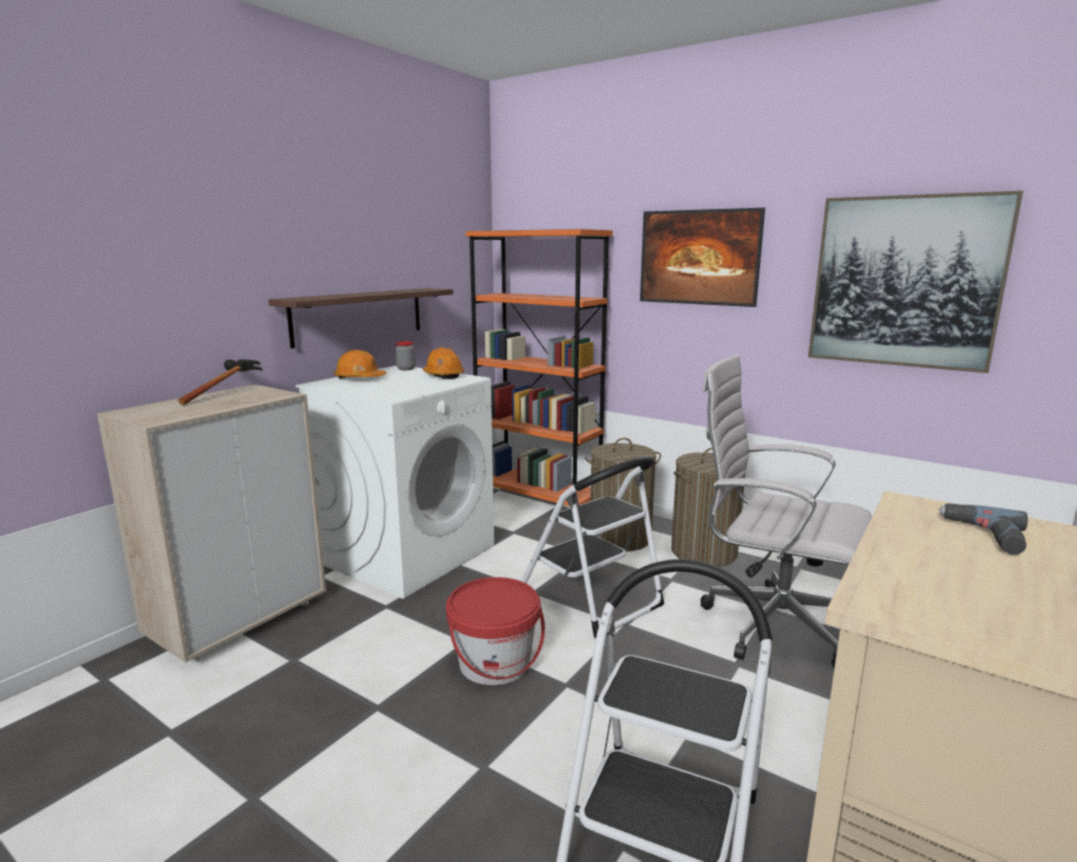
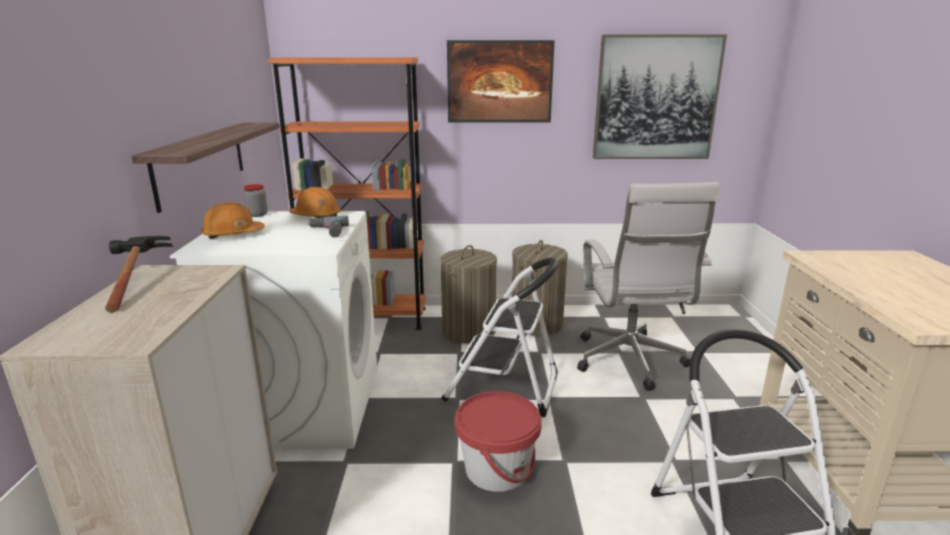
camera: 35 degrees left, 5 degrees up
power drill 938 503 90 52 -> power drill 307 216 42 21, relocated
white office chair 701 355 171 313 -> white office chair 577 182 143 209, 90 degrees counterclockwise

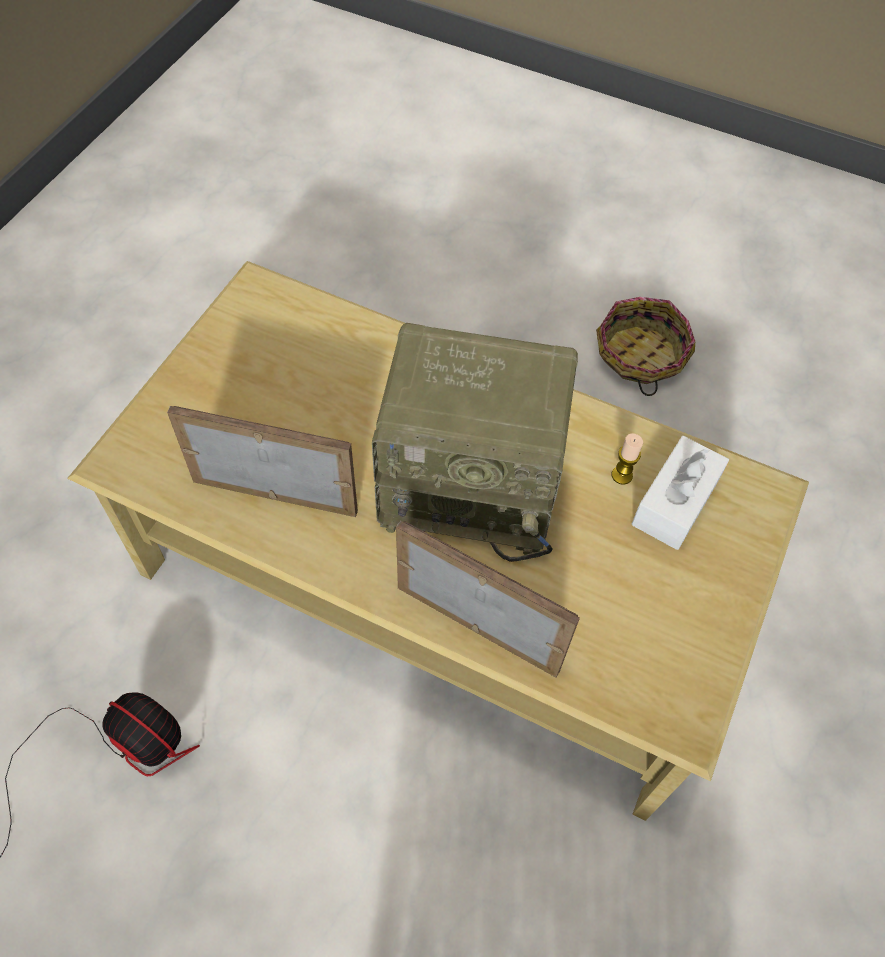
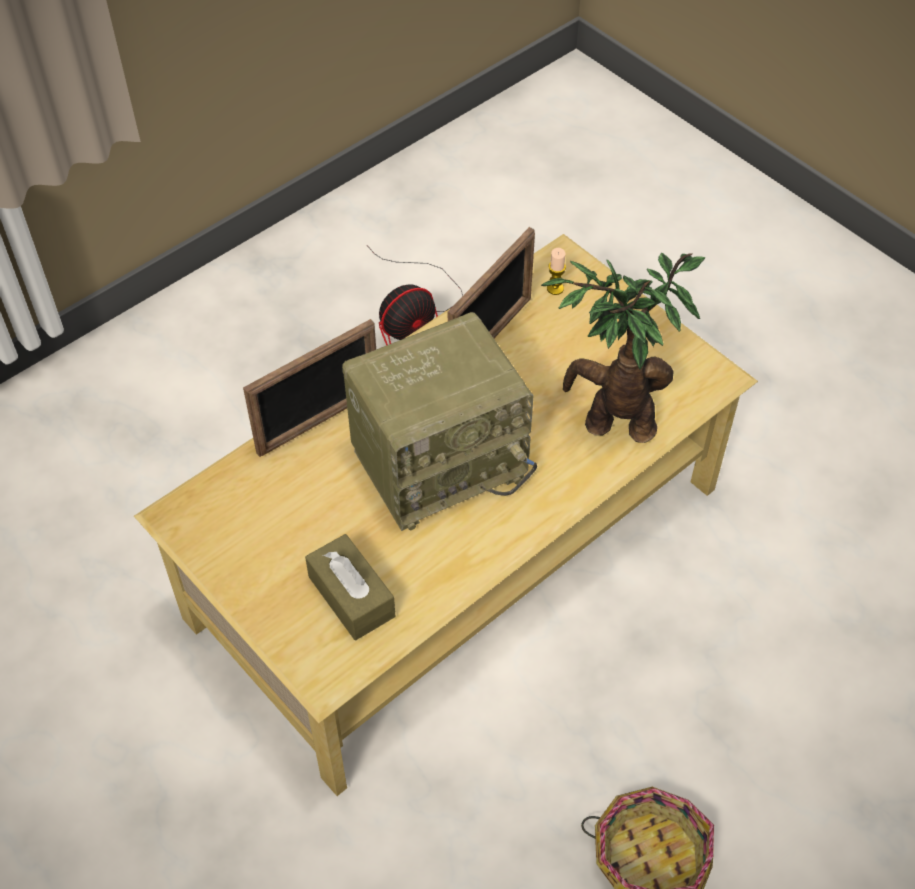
camera: 115 degrees right, 5 degrees down
white tissue box 632 436 97 114 -> brown tissue box 305 534 90 106
radio 372 323 206 239 -> radio 342 312 195 219, 150 degrees counterclockwise
none -> potted plant 541 253 165 190
candle 612 433 31 52 -> candle 547 248 19 47, relocated

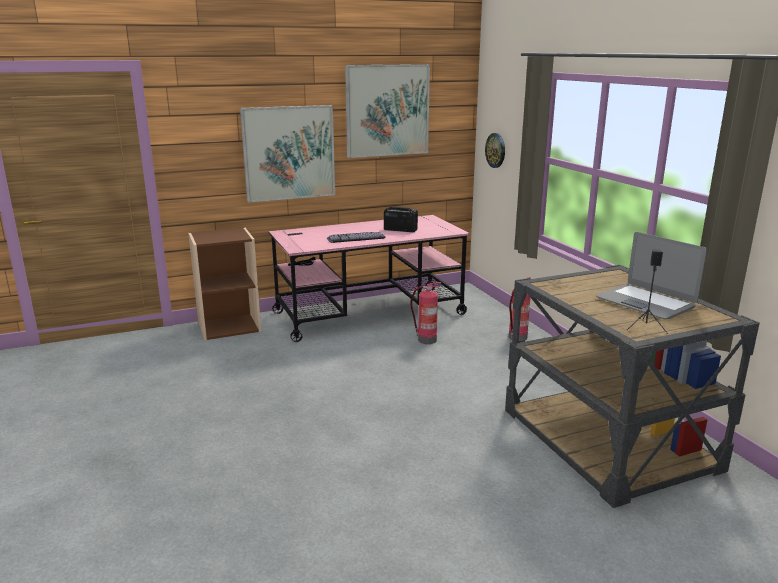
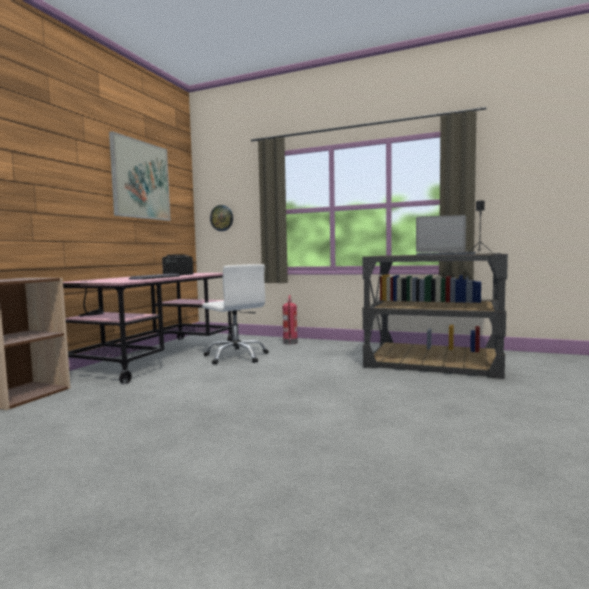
camera: 45 degrees left, 15 degrees down
fire extinguisher 411 282 30 62 -> white office chair 202 264 67 101
picture 240 105 95 98 -> none

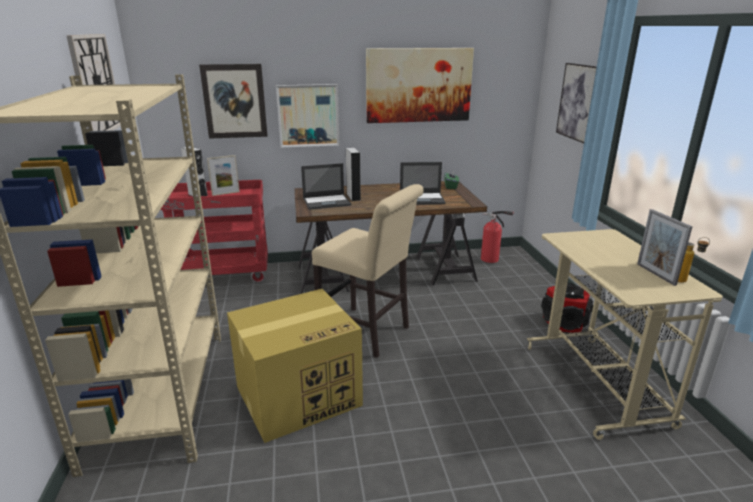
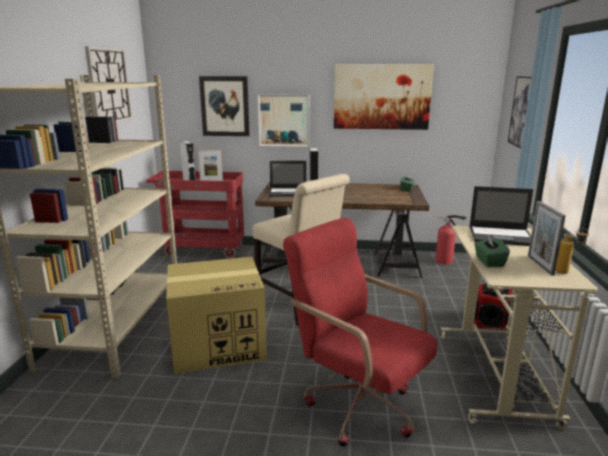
camera: 15 degrees right, 5 degrees down
none -> red office chair 283 218 154 228
laptop 400 162 46 43 -> laptop 469 186 64 60, relocated
none -> green tissue box 474 234 36 33

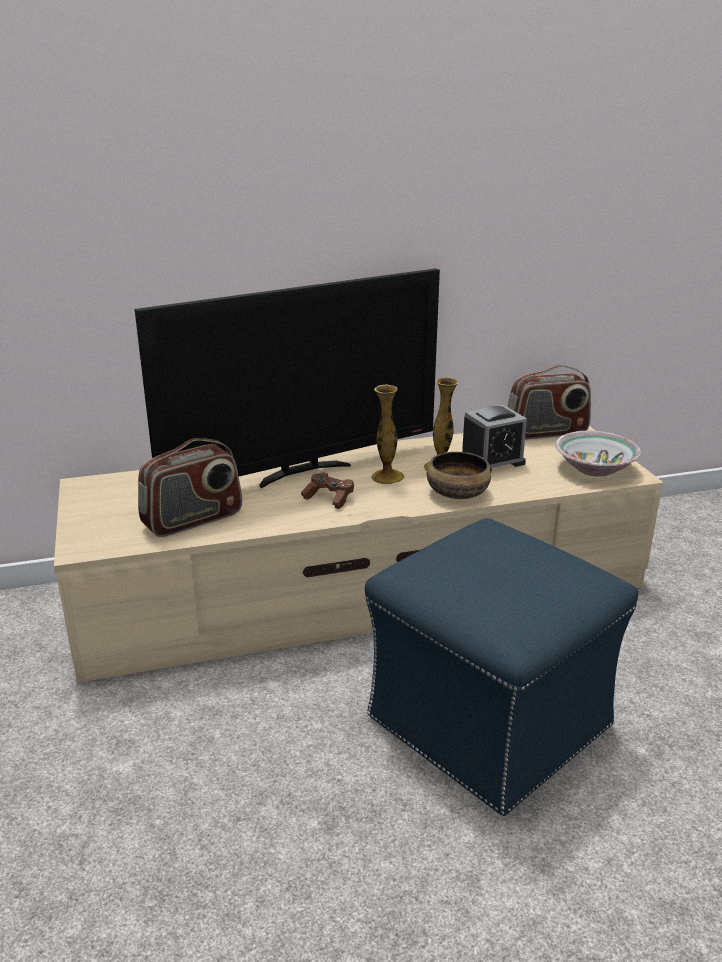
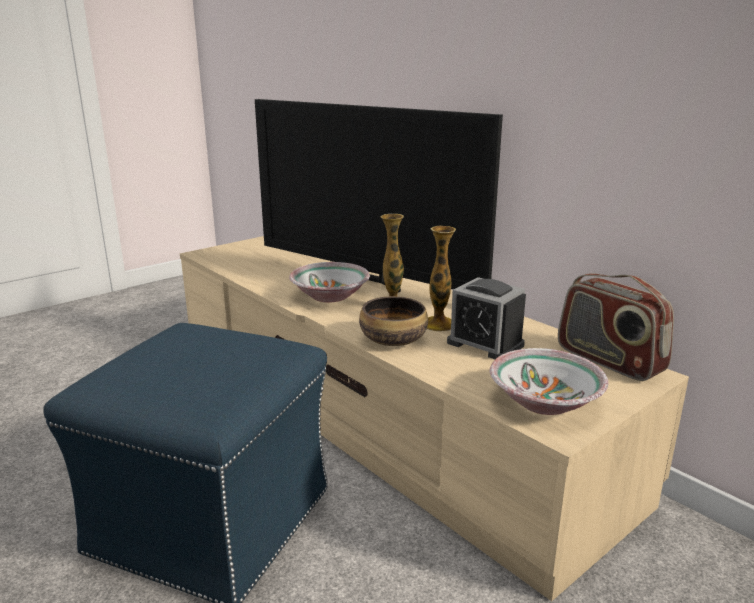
camera: 65 degrees right, 5 degrees down
brown game controller 301 472 53 37 -> bowl 289 262 81 41
radio 138 438 104 99 -> none

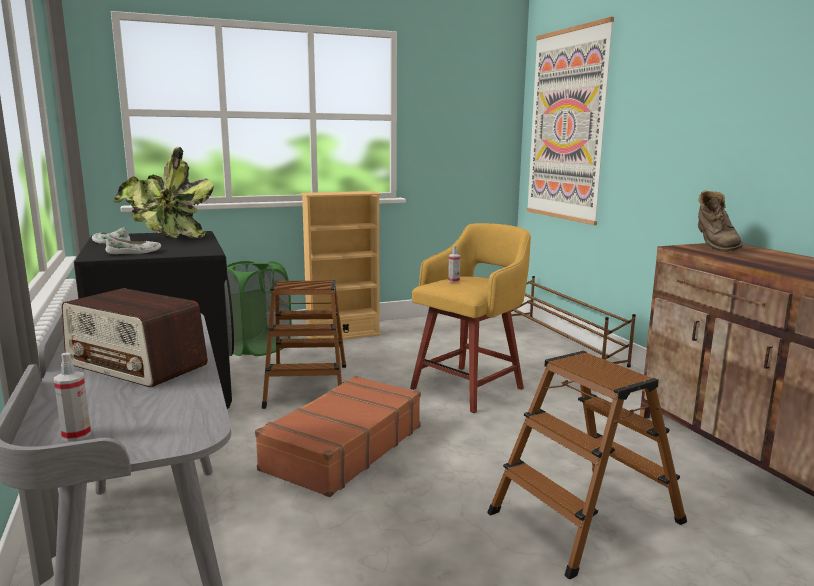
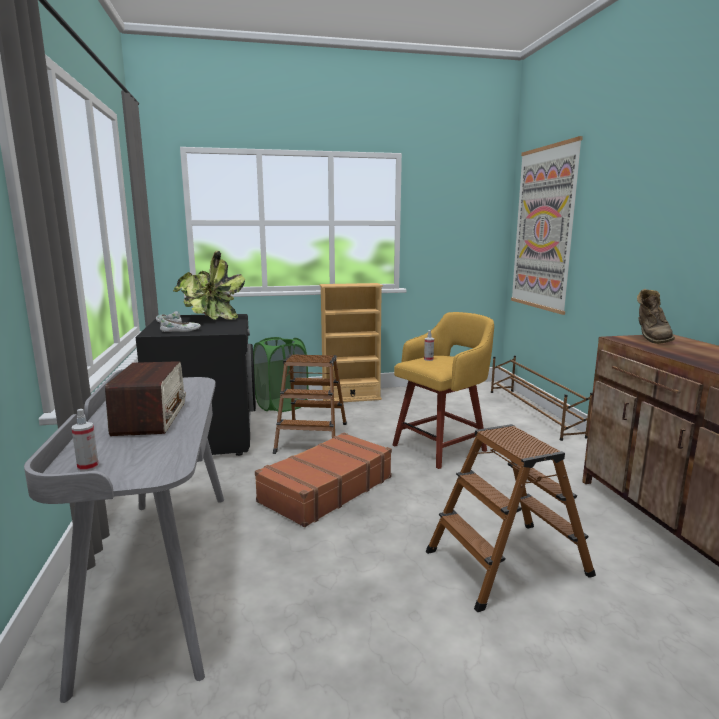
camera: 10 degrees right, 0 degrees up
radio 62 288 146 99 -> radio 105 361 81 75, 135 degrees counterclockwise

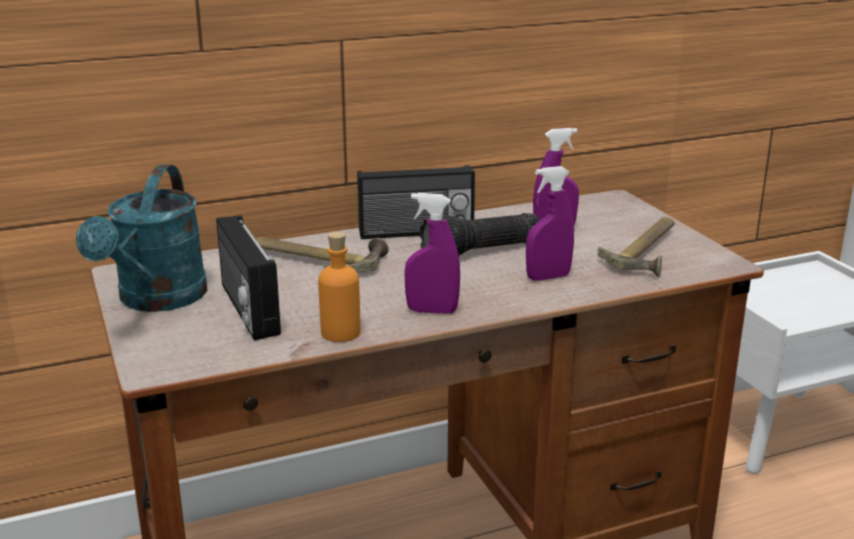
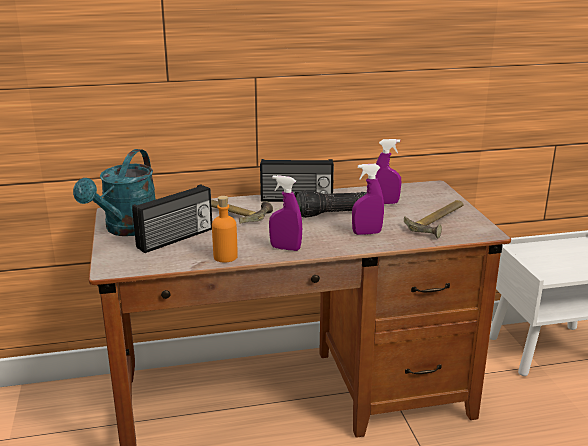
camera: 10 degrees right, 0 degrees up
radio 216 215 65 125 -> radio 132 184 80 69, 120 degrees counterclockwise

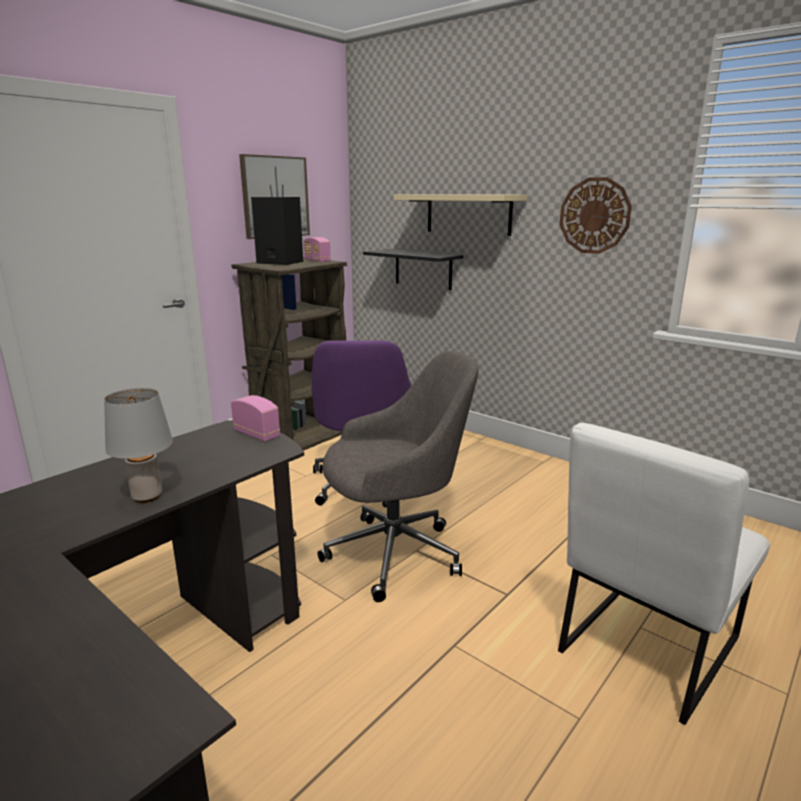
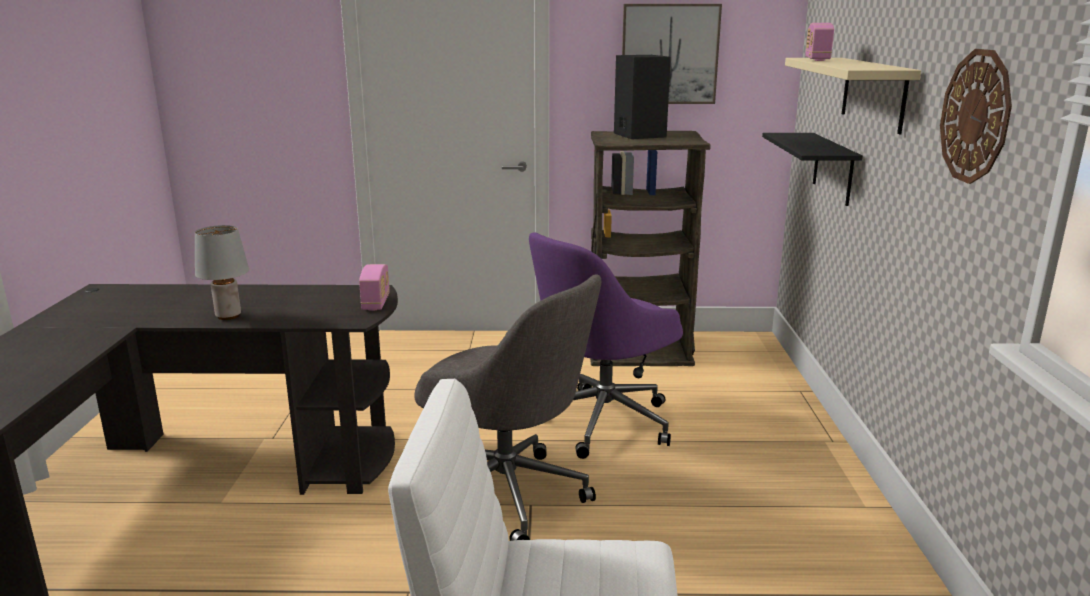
camera: 50 degrees right, 0 degrees up
radio 304 237 27 25 -> radio 805 23 29 38, relocated

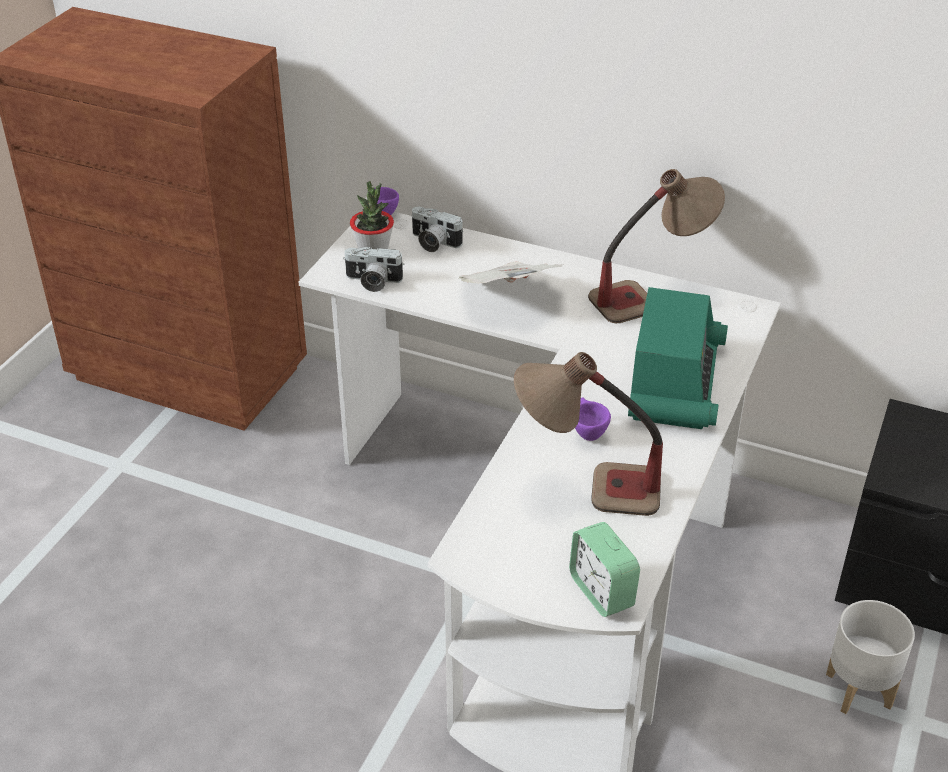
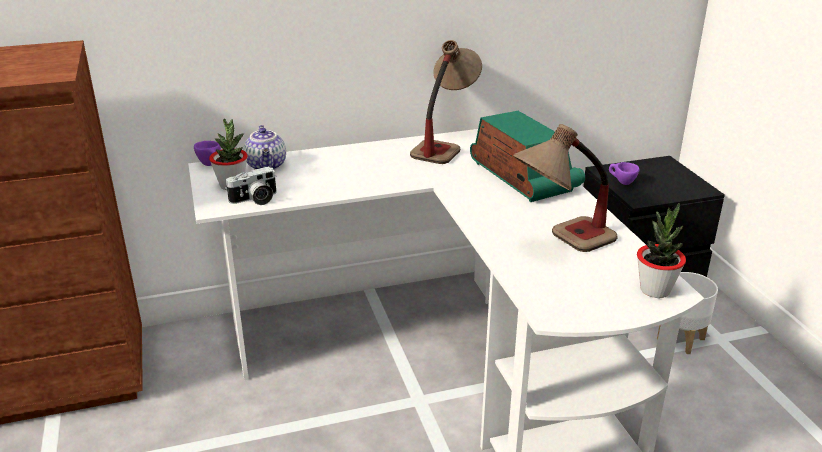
camera: 40 degrees left, 10 degrees down
photo camera 411 207 52 45 -> teapot 243 125 43 45
purple cup 575 397 36 44 -> purple cup 609 162 30 23, relocated
alarm clock 569 522 71 95 -> potted plant 637 203 49 95
newspaper 459 261 104 22 -> none

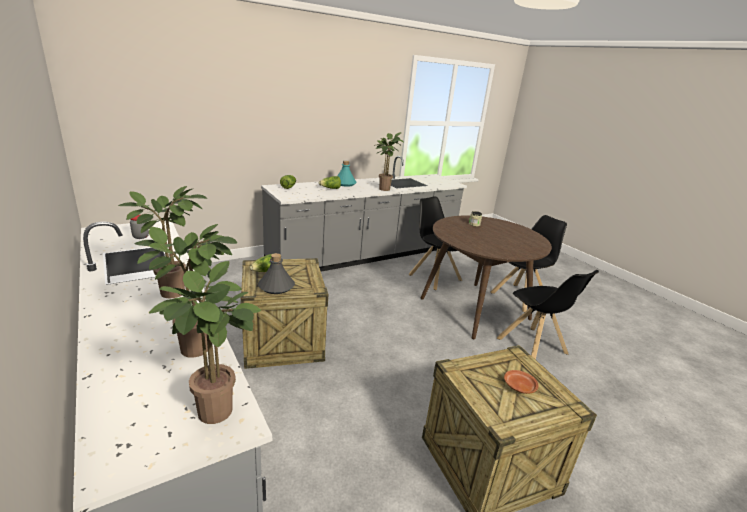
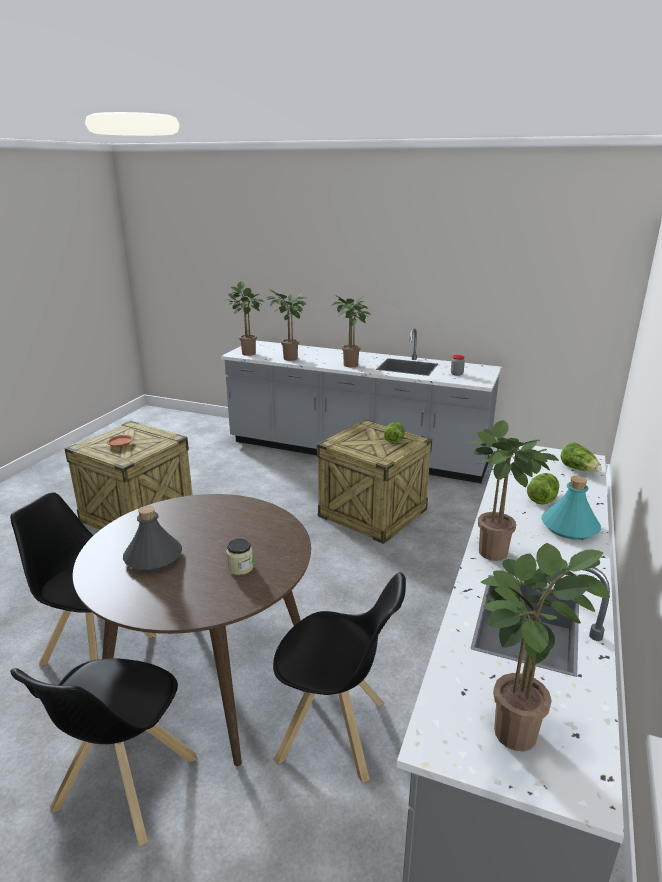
camera: 145 degrees right, 0 degrees up
grey bottle 258 253 37 41 -> grey bottle 123 505 59 66, relocated
none -> potted plant 481 543 129 208

